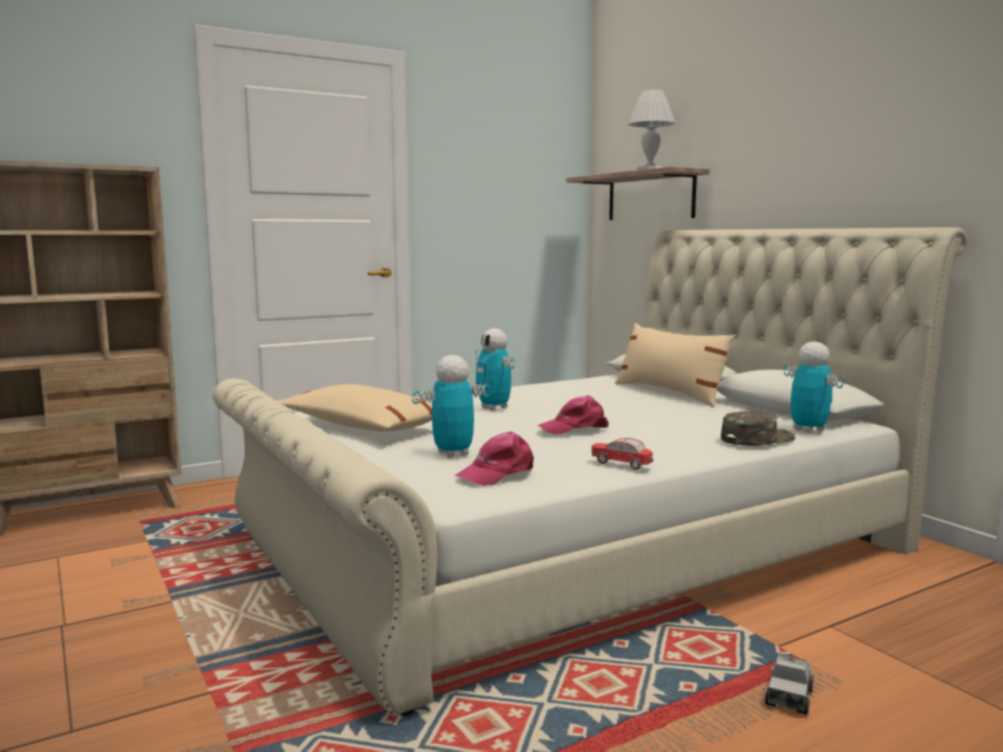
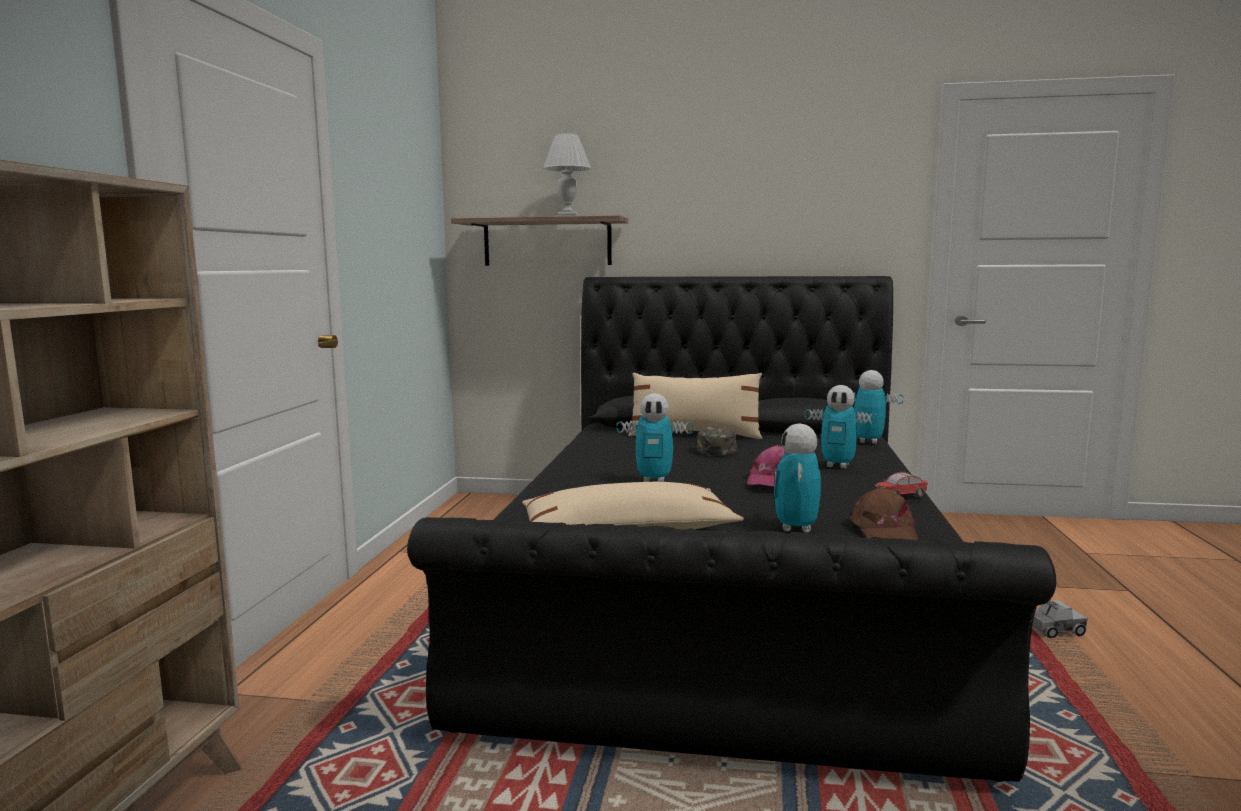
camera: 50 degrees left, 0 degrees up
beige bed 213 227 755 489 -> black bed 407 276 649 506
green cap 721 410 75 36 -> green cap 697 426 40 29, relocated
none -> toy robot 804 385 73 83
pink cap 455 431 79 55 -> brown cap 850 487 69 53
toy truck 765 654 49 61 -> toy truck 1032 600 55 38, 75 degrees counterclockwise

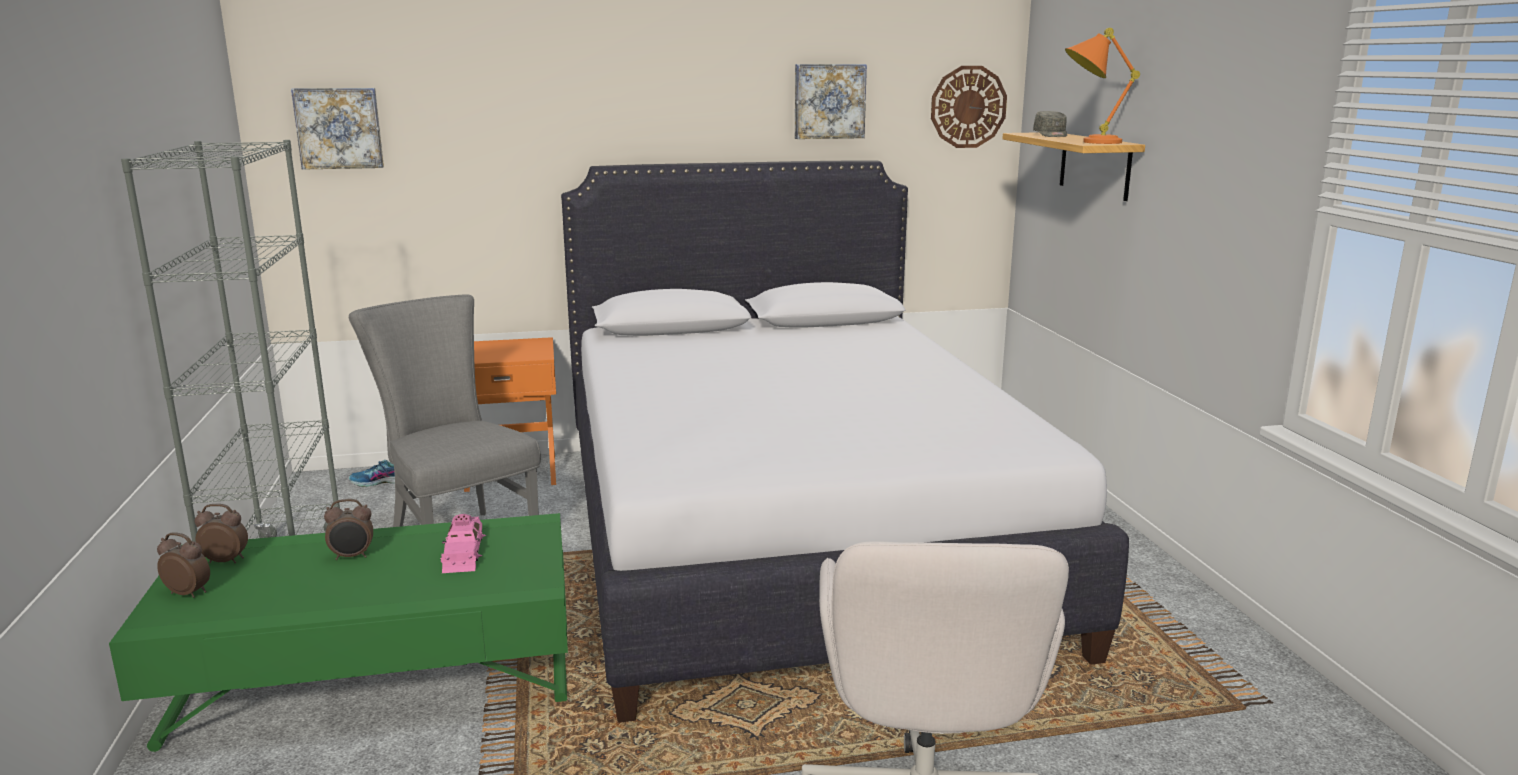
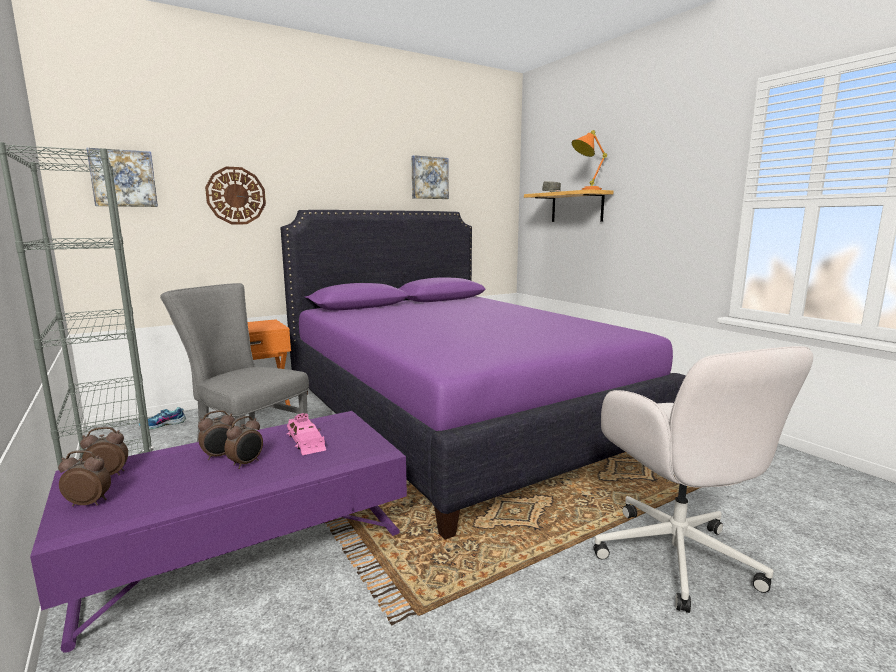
camera: 20 degrees left, 5 degrees down
green coffee table 109 513 459 239 -> purple coffee table 30 411 377 242
wall clock 931 66 76 82 -> wall clock 205 166 61 58, relocated
none -> alarm clock 225 416 38 53
white bed 561 160 568 563 -> purple bed 280 210 406 330

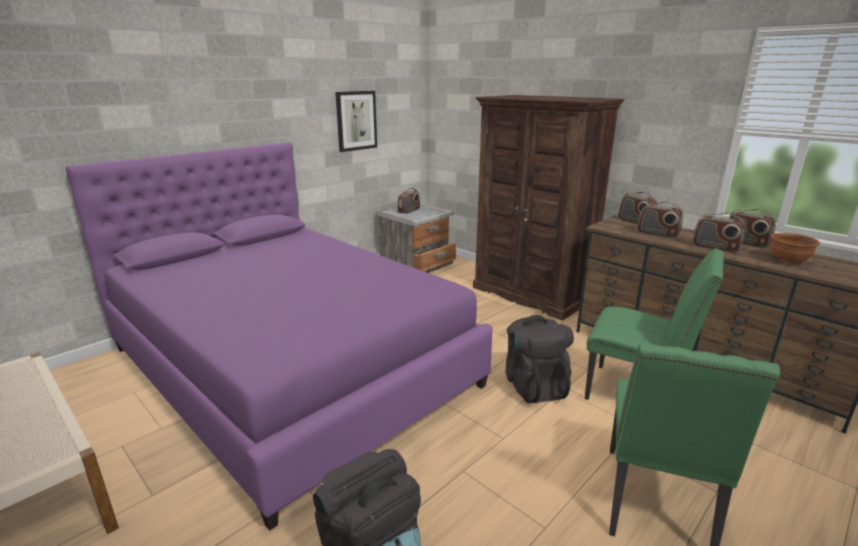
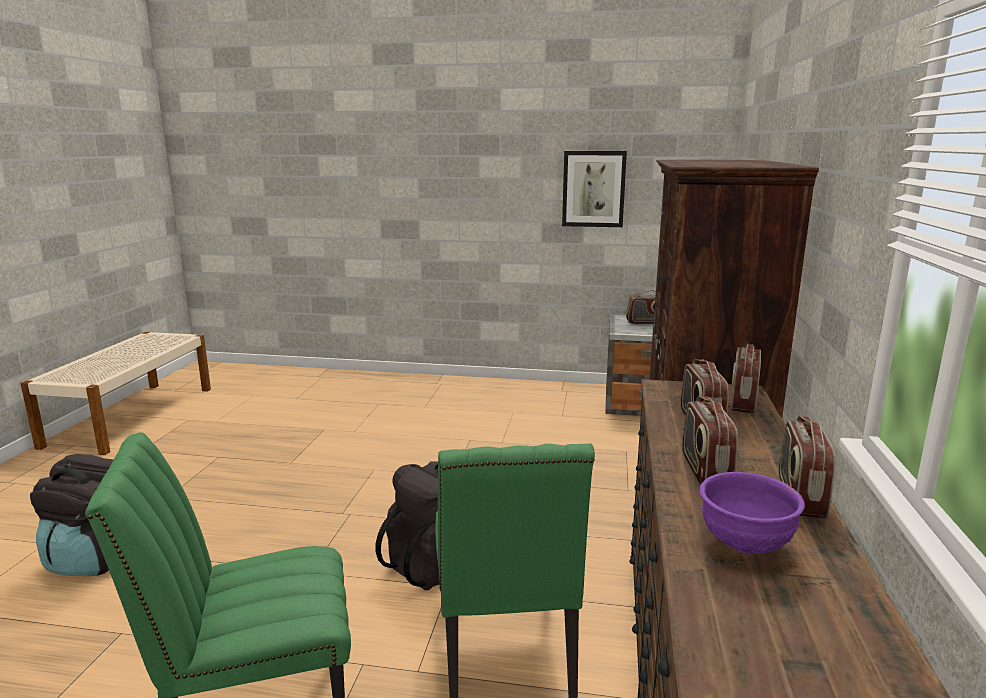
camera: 55 degrees right, 5 degrees down
brown bowl 770 233 50 30 -> purple bowl 700 472 105 82
purple bed 65 142 428 388 -> none

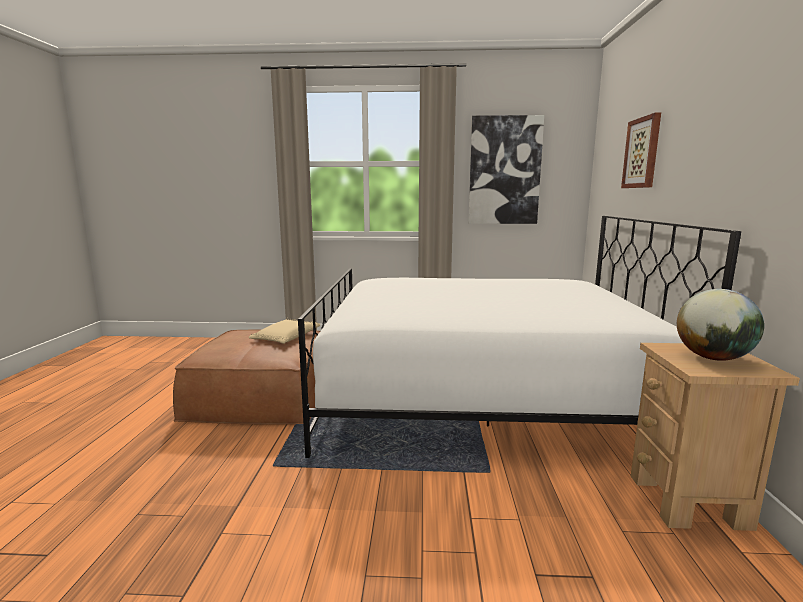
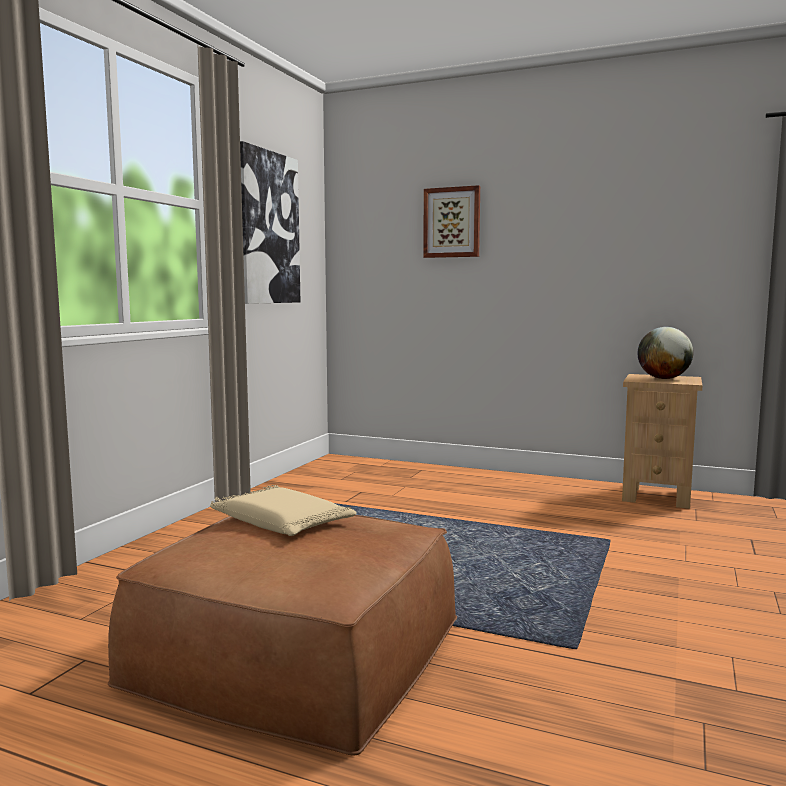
camera: 70 degrees left, 5 degrees down
white bed 298 216 443 242 -> none

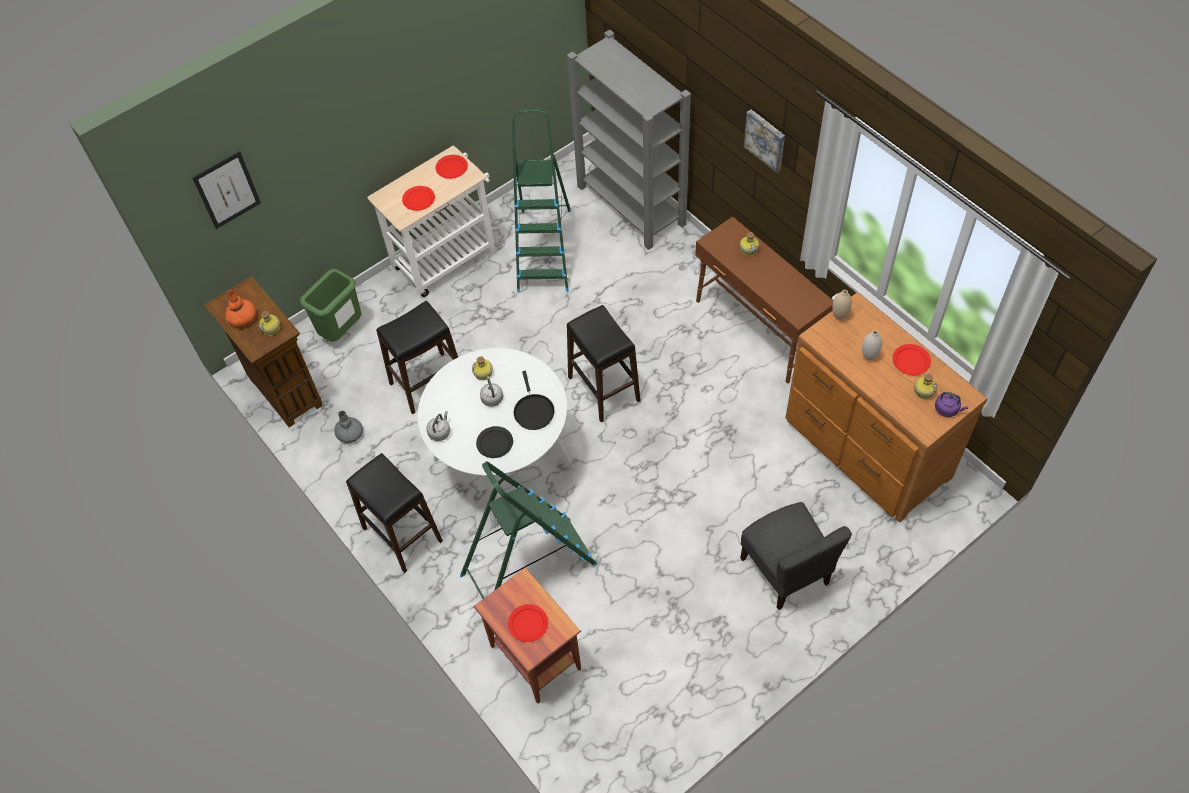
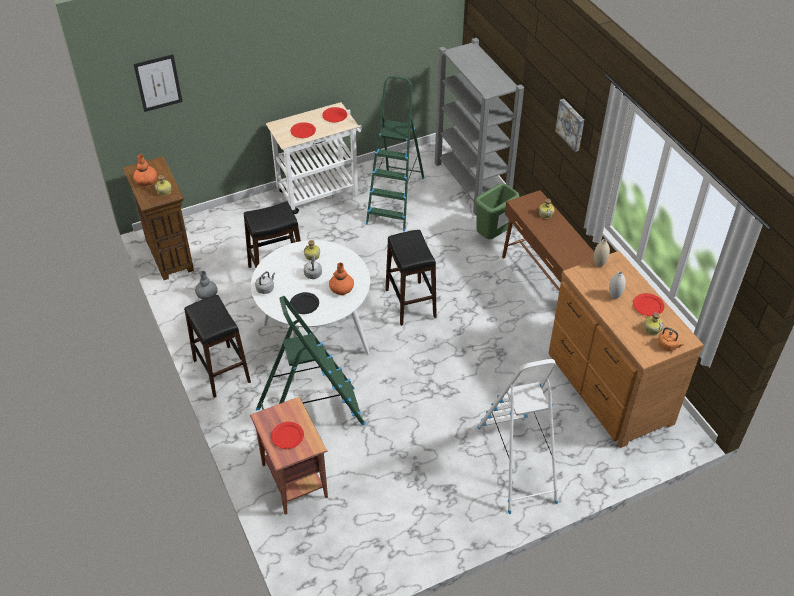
camera: 10 degrees right, 10 degrees down
black frying pan 514 371 41 59 -> orange vase 329 263 25 33
green trash can 300 269 61 72 -> green trash can 475 183 45 56, relocated
grey chair 740 502 112 108 -> white step ladder 477 359 81 155
purple kettle 935 392 33 25 -> orange kettle 658 327 26 24

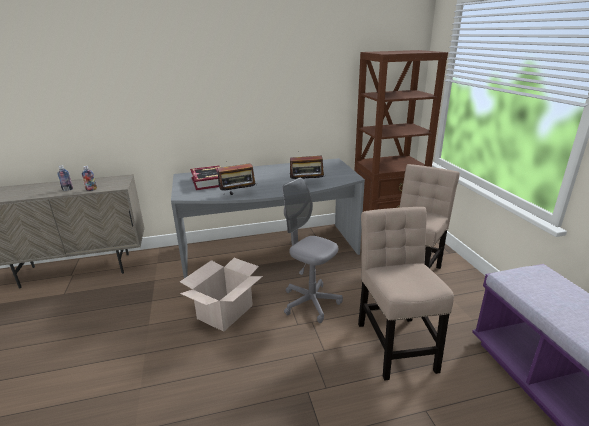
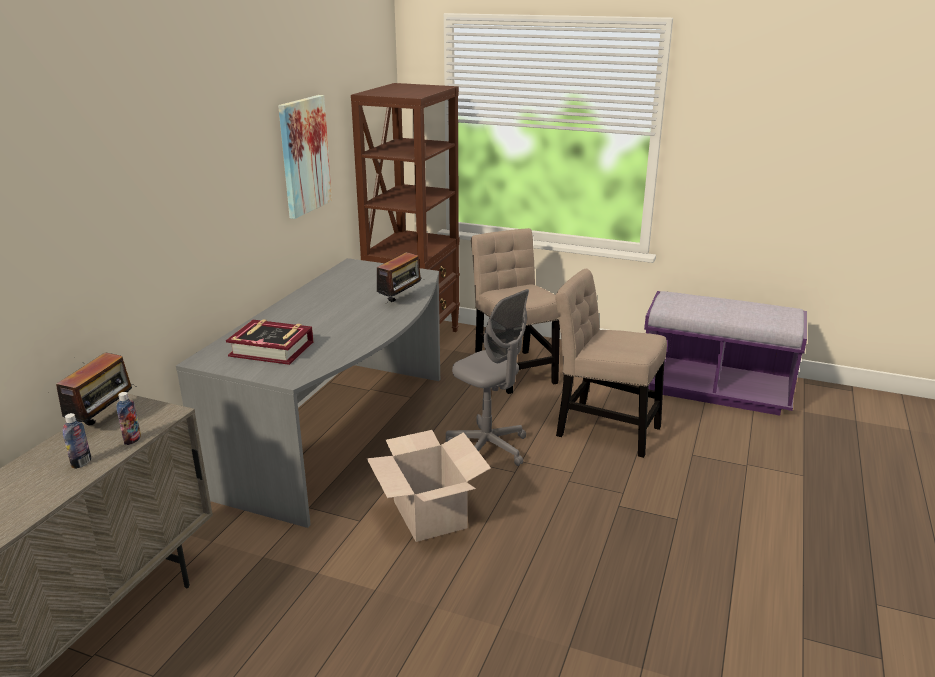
camera: 55 degrees left, 0 degrees up
radio 217 163 39 33 -> radio 50 352 87 74, relocated
none -> picture 278 95 54 124
grey office chair 282 178 61 145 -> grey office chair 445 289 84 177, 120 degrees counterclockwise

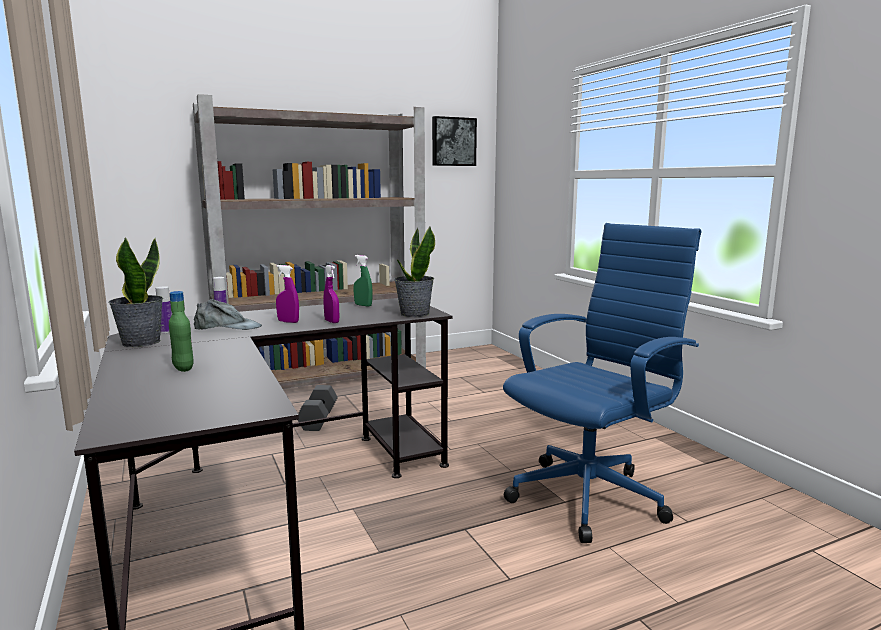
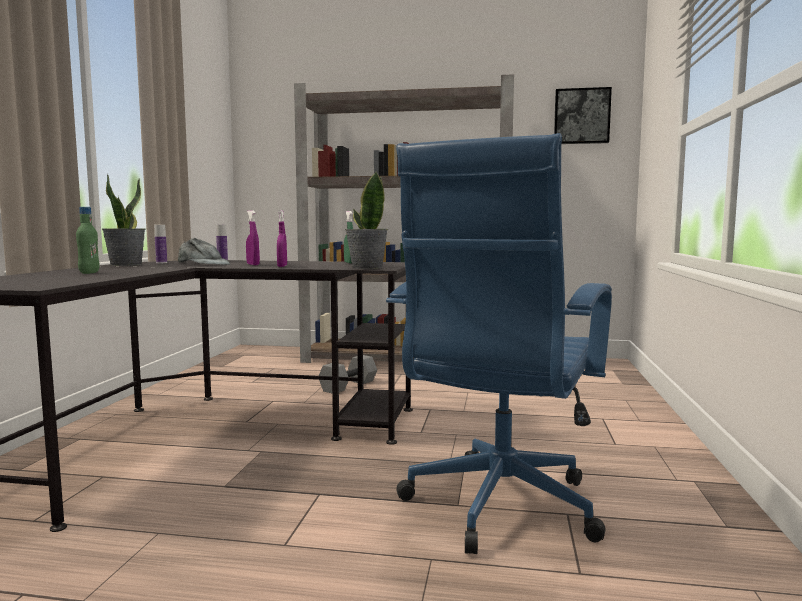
camera: 35 degrees right, 5 degrees down
blue office chair 503 223 198 320 -> blue office chair 386 133 226 421, 120 degrees clockwise

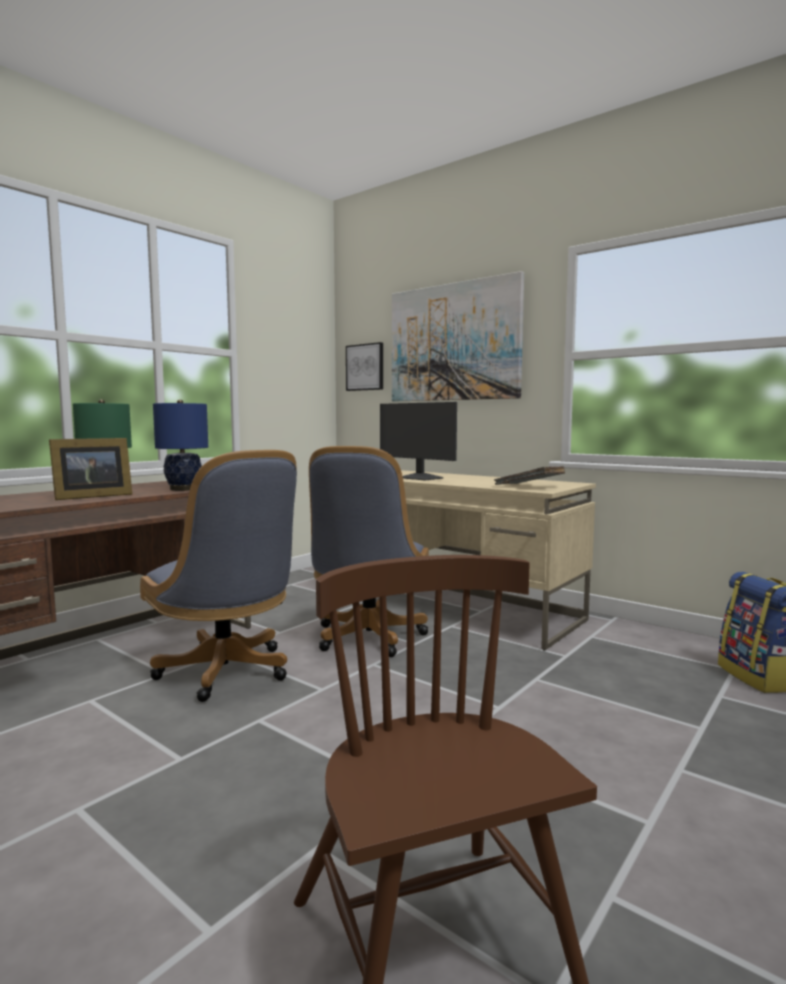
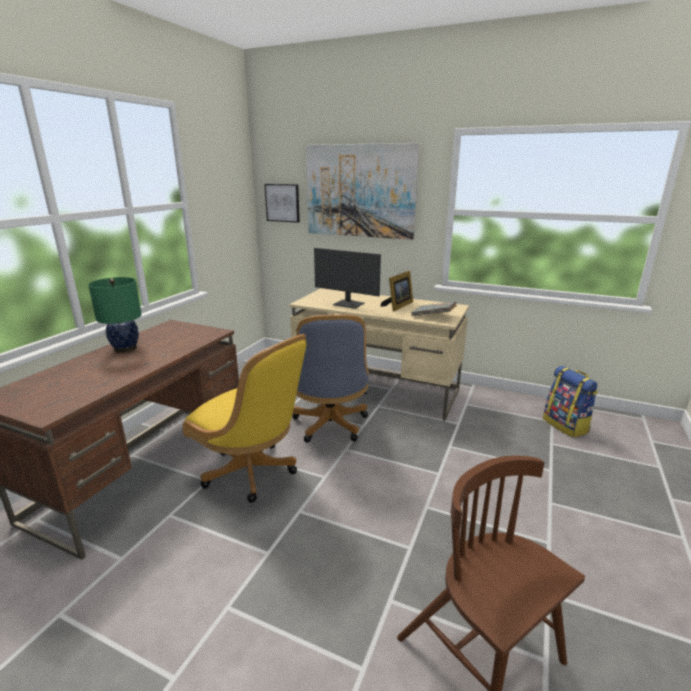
camera: 15 degrees left, 15 degrees up
blue office chair 140 450 157 252 -> yellow office chair 183 334 123 169
picture frame 49 438 83 62 -> picture frame 381 271 32 41, relocated
blue table lamp 153 399 55 92 -> none

